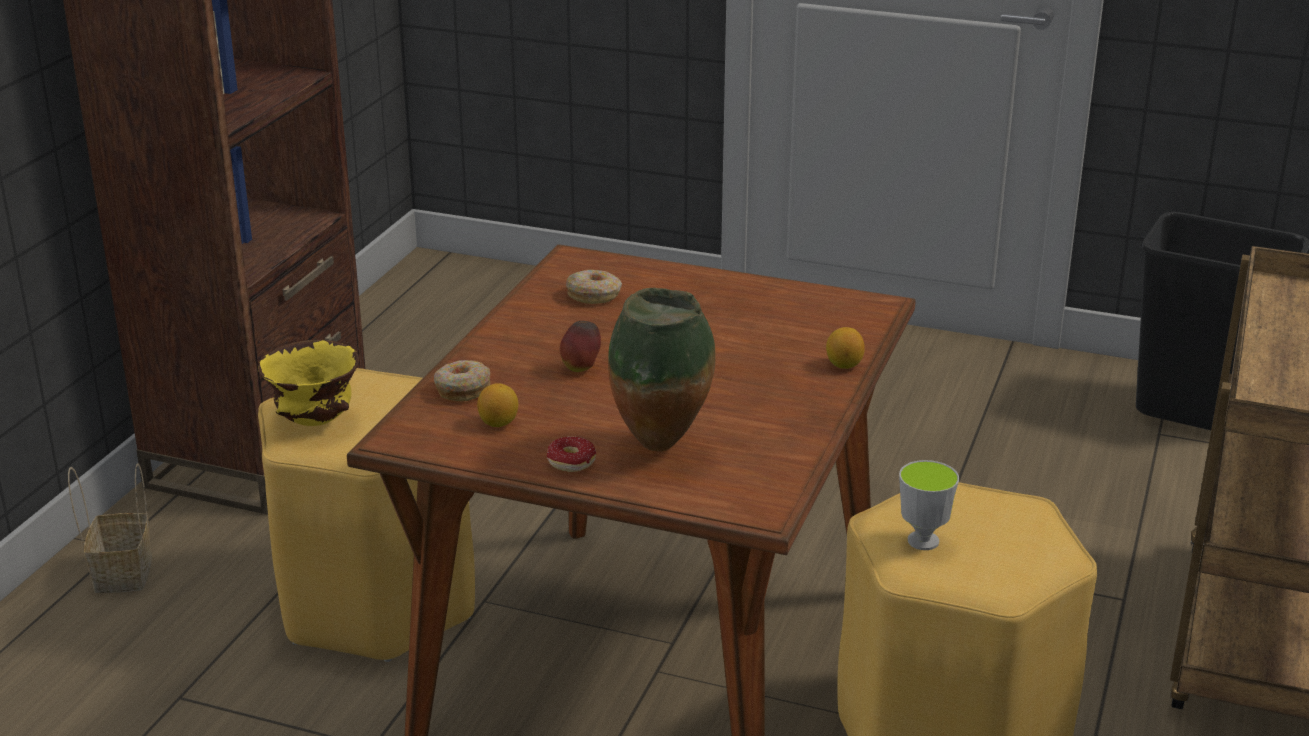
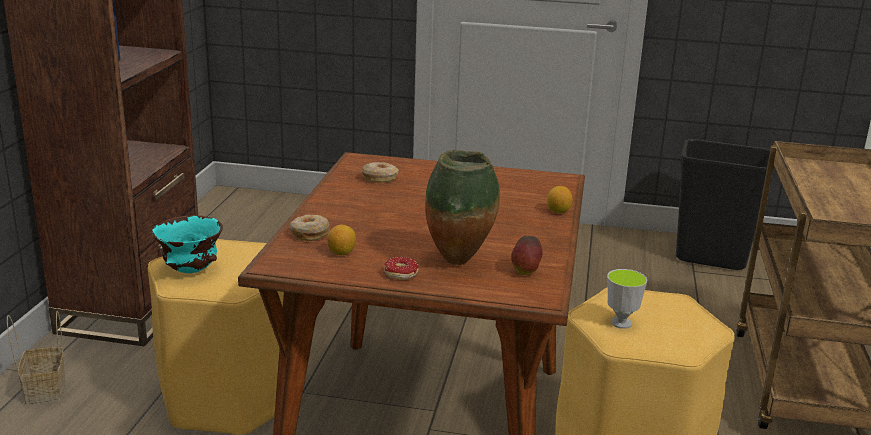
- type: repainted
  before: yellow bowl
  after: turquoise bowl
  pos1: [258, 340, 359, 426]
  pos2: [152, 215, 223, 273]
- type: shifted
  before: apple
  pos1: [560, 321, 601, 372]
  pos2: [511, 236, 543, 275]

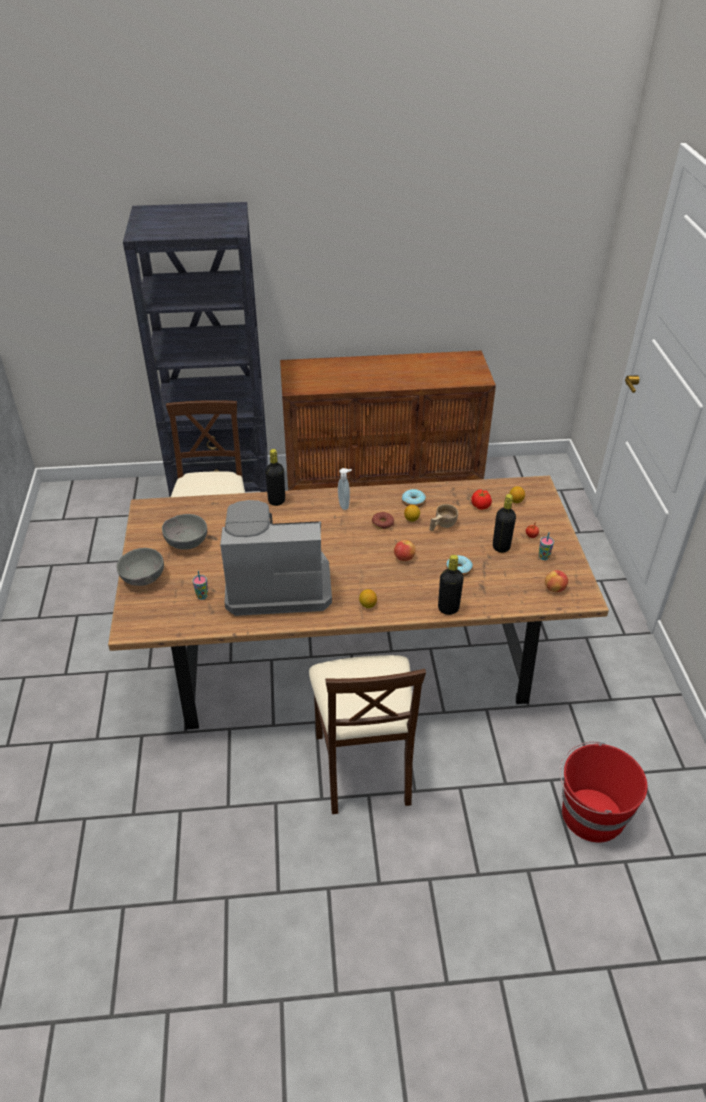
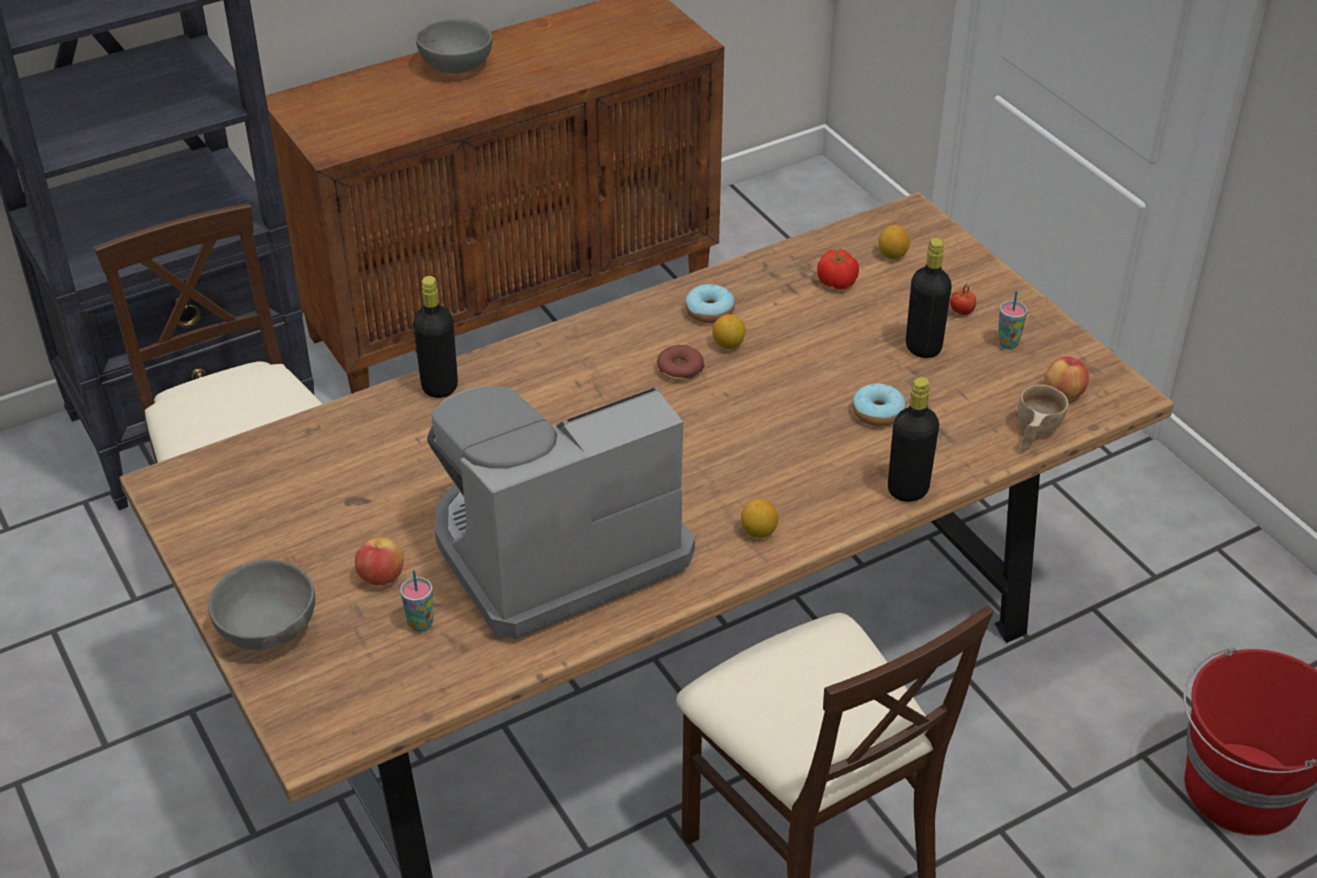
- type: shifted
  before: grey bowl
  pos1: [162, 514, 207, 550]
  pos2: [416, 18, 492, 73]
- type: gone
  before: soap dispenser
  pos1: [338, 468, 352, 510]
- type: shifted
  before: apple
  pos1: [394, 540, 416, 561]
  pos2: [355, 537, 404, 585]
- type: shifted
  before: beige cup
  pos1: [429, 504, 458, 531]
  pos2: [1018, 385, 1068, 451]

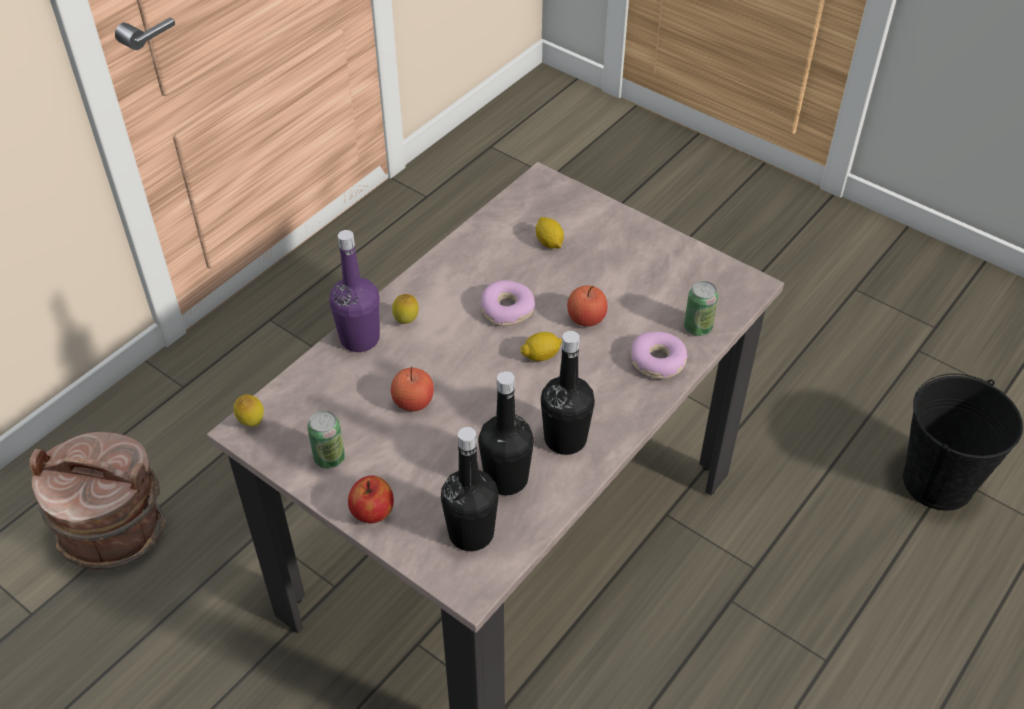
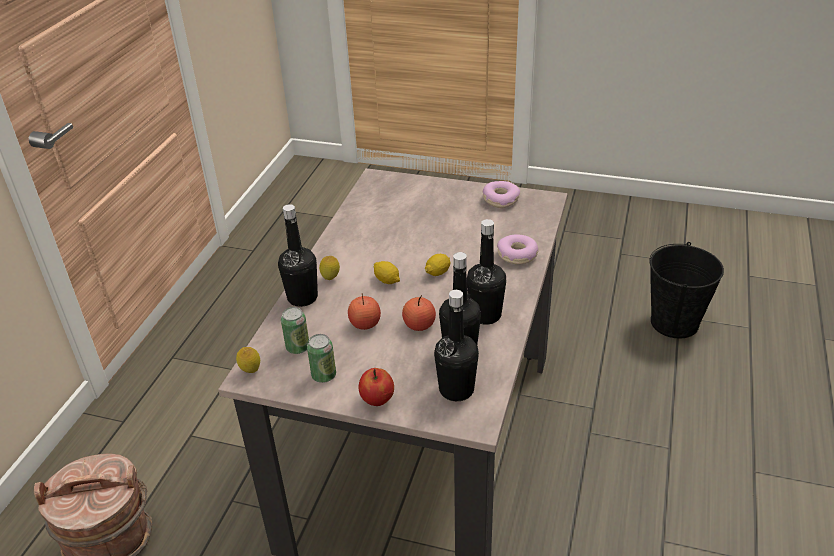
- type: repainted
  before: purple bottle
  after: black bottle
  pos1: [329, 230, 380, 352]
  pos2: [278, 204, 318, 307]
- type: shifted
  before: donut
  pos1: [480, 280, 535, 326]
  pos2: [483, 181, 520, 208]
- type: shifted
  before: lemon
  pos1: [536, 217, 564, 249]
  pos2: [374, 261, 400, 284]
- type: shifted
  before: apple
  pos1: [567, 285, 608, 327]
  pos2: [402, 295, 436, 331]
- type: shifted
  before: can
  pos1: [684, 281, 718, 336]
  pos2: [281, 307, 309, 354]

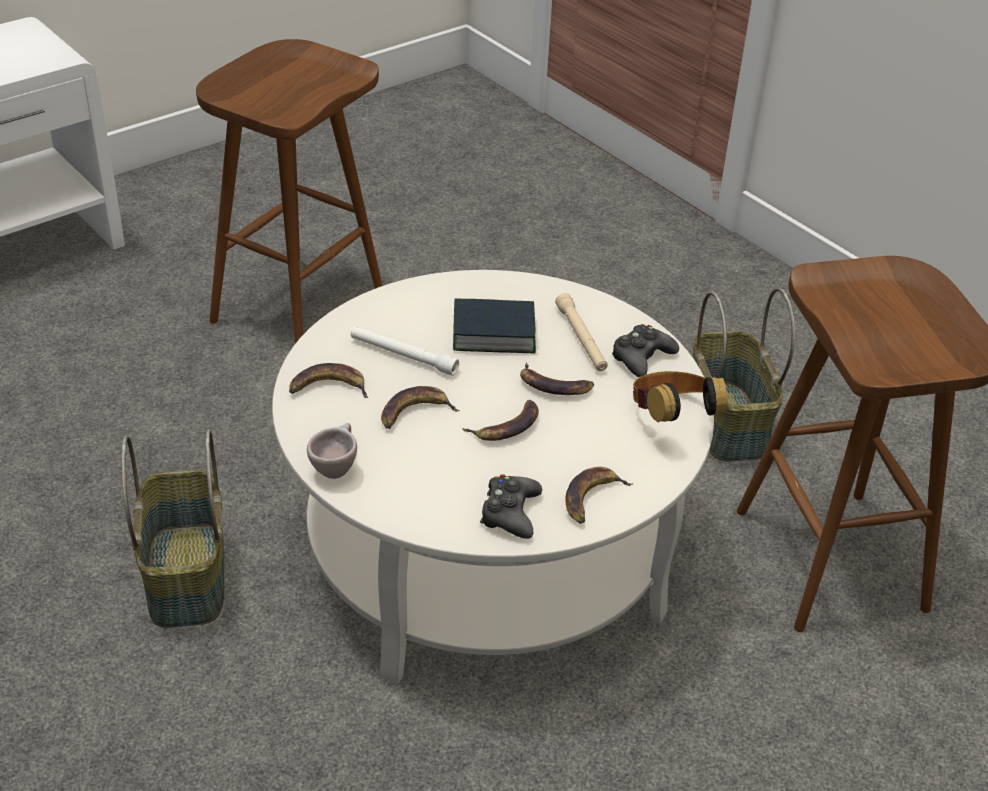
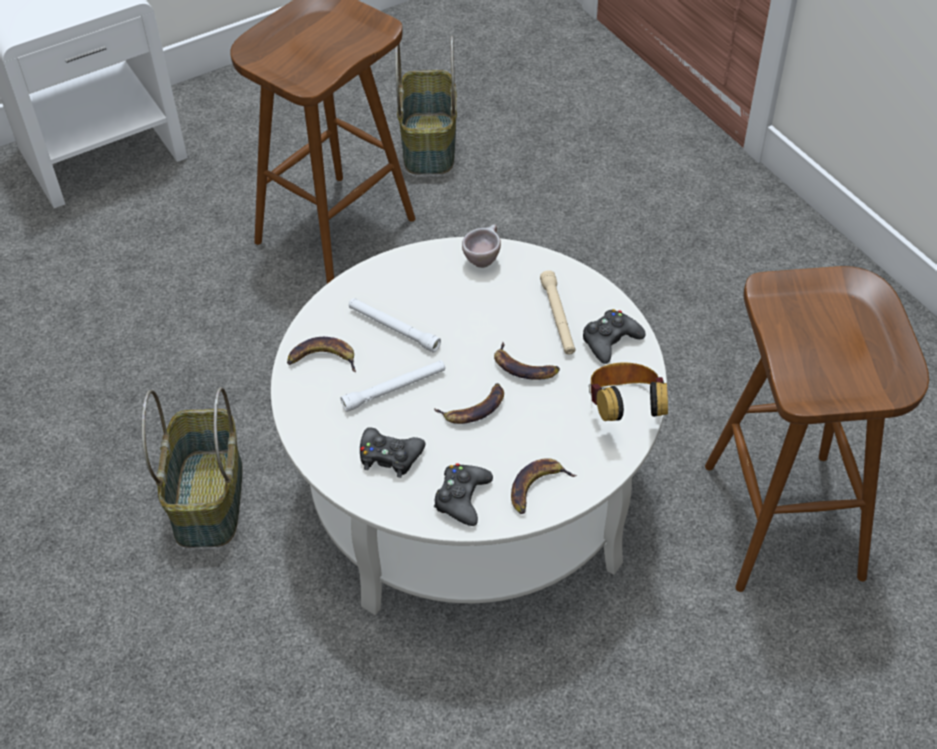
- type: shifted
  before: beige cup
  pos1: [307, 423, 357, 479]
  pos2: [462, 224, 501, 268]
- type: swapped
  before: banana
  after: white flashlight
  pos1: [381, 386, 460, 429]
  pos2: [341, 360, 445, 412]
- type: gone
  before: book
  pos1: [453, 298, 536, 353]
- type: shifted
  before: basket
  pos1: [693, 288, 795, 462]
  pos2: [395, 36, 457, 174]
- type: new
  after: black game controller
  pos2: [360, 428, 425, 478]

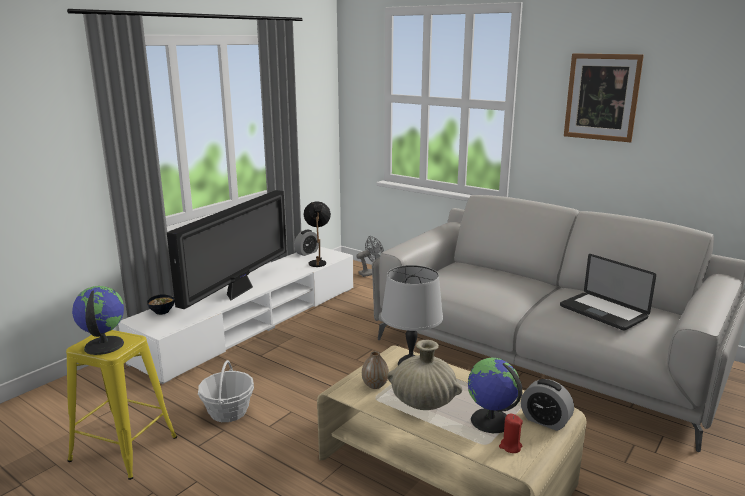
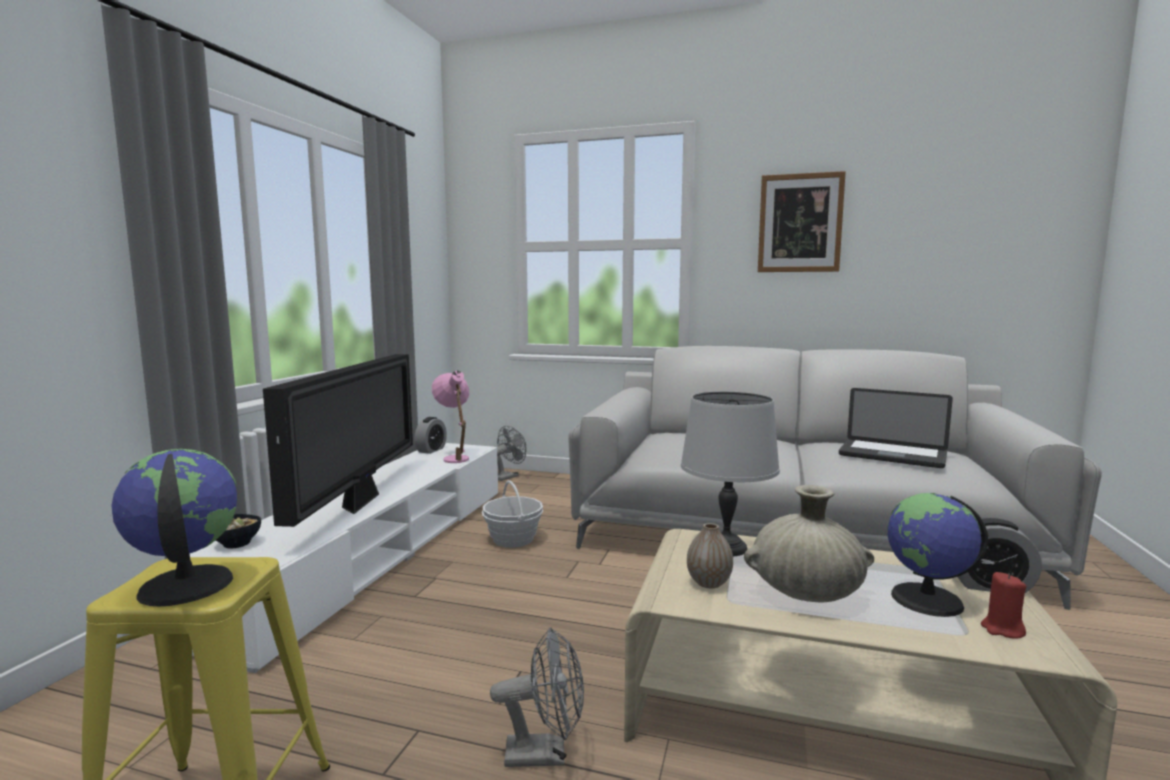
- type: shifted
  before: basket
  pos1: [198, 360, 254, 422]
  pos2: [482, 480, 543, 548]
- type: repainted
  before: black table lamp
  after: pink table lamp
  pos1: [303, 201, 331, 267]
  pos2: [432, 371, 469, 463]
- type: new
  after: grey fan
  pos2: [490, 627, 584, 767]

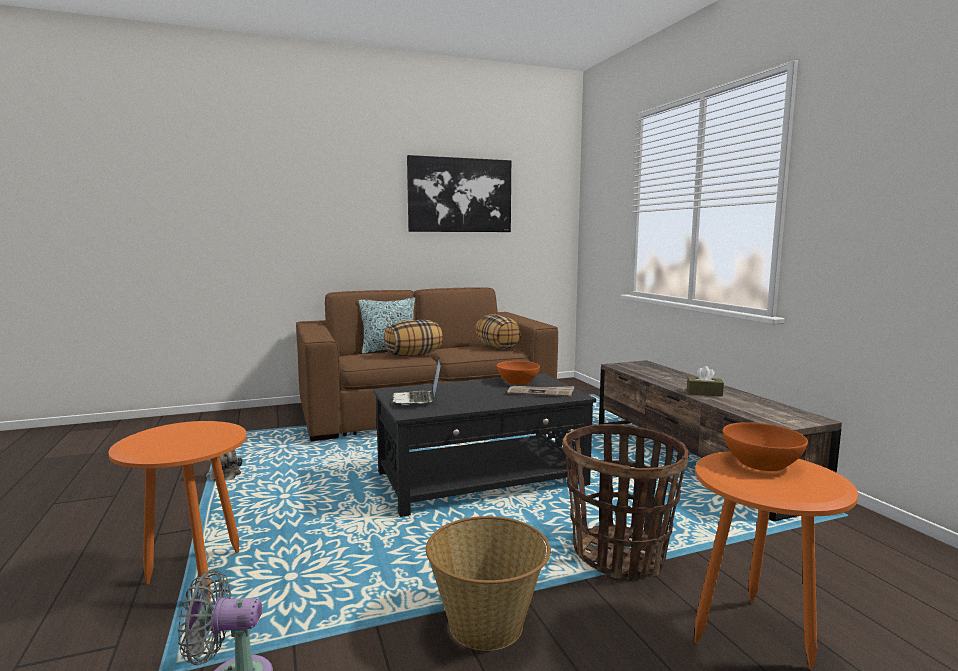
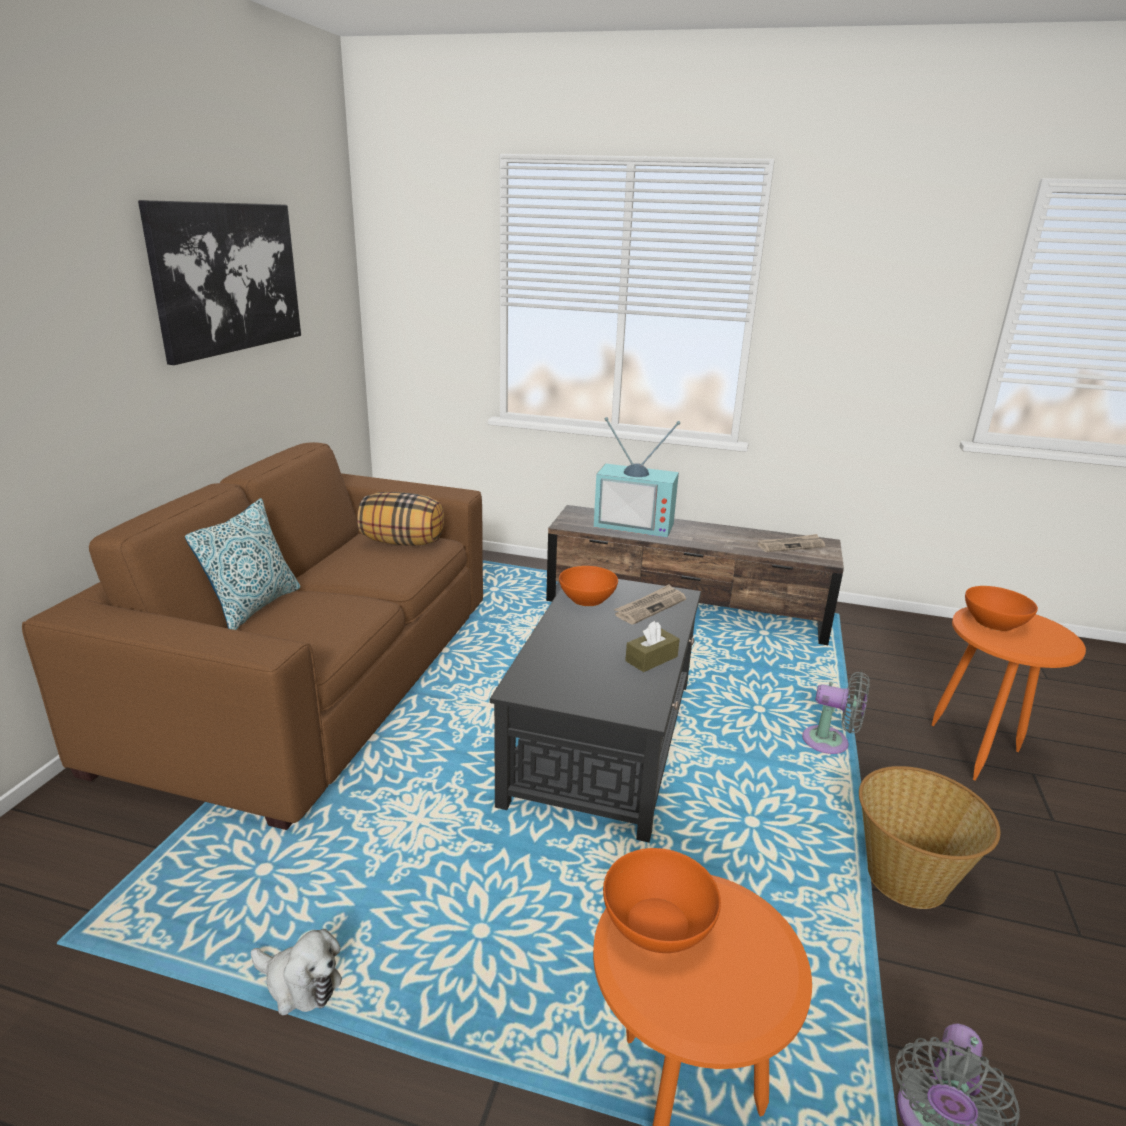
- type: gone
  before: pillow
  pos1: [384, 320, 443, 356]
- type: gone
  before: laptop
  pos1: [391, 357, 441, 405]
- type: swapped
  before: basket
  after: grey fan
  pos1: [563, 424, 689, 580]
  pos2: [802, 672, 870, 754]
- type: shifted
  before: brown tissue box
  pos1: [687, 366, 724, 397]
  pos2: [625, 621, 680, 672]
- type: new
  after: television
  pos2: [594, 417, 680, 537]
- type: new
  after: orange bowl
  pos2: [603, 848, 721, 953]
- type: new
  after: newspaper
  pos2: [757, 534, 825, 552]

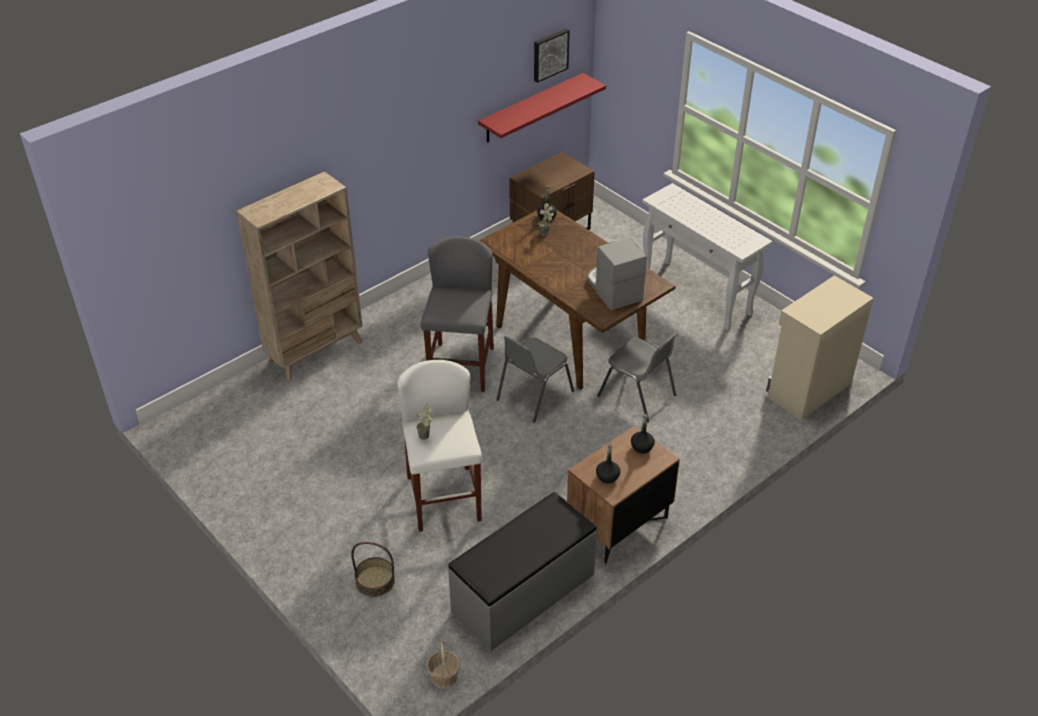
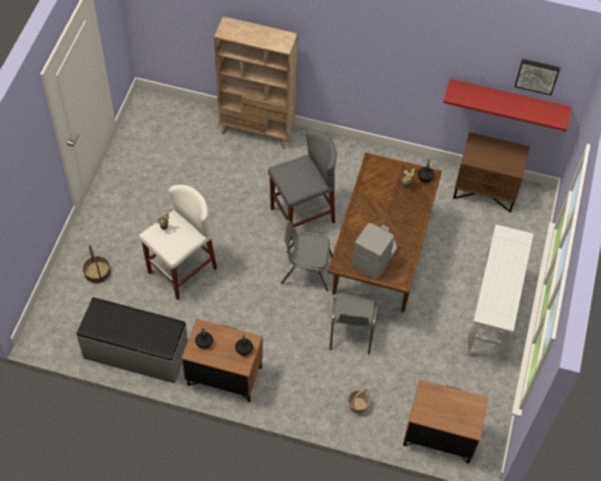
- type: shifted
  before: basket
  pos1: [427, 641, 460, 688]
  pos2: [348, 389, 370, 414]
- type: swapped
  before: beige cabinet
  after: brown nightstand
  pos1: [766, 275, 874, 421]
  pos2: [403, 379, 489, 464]

